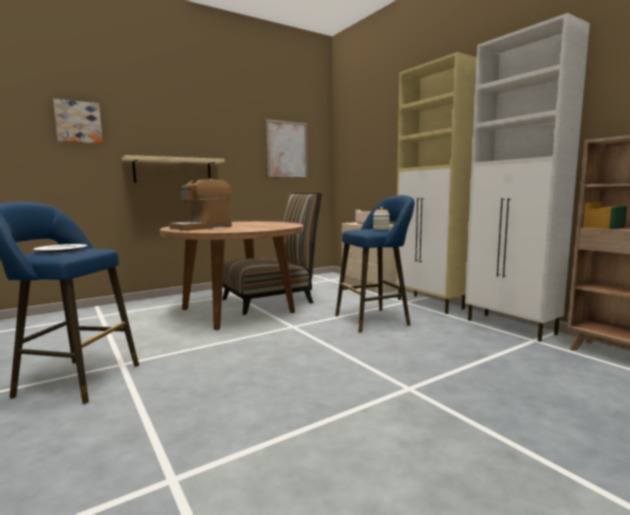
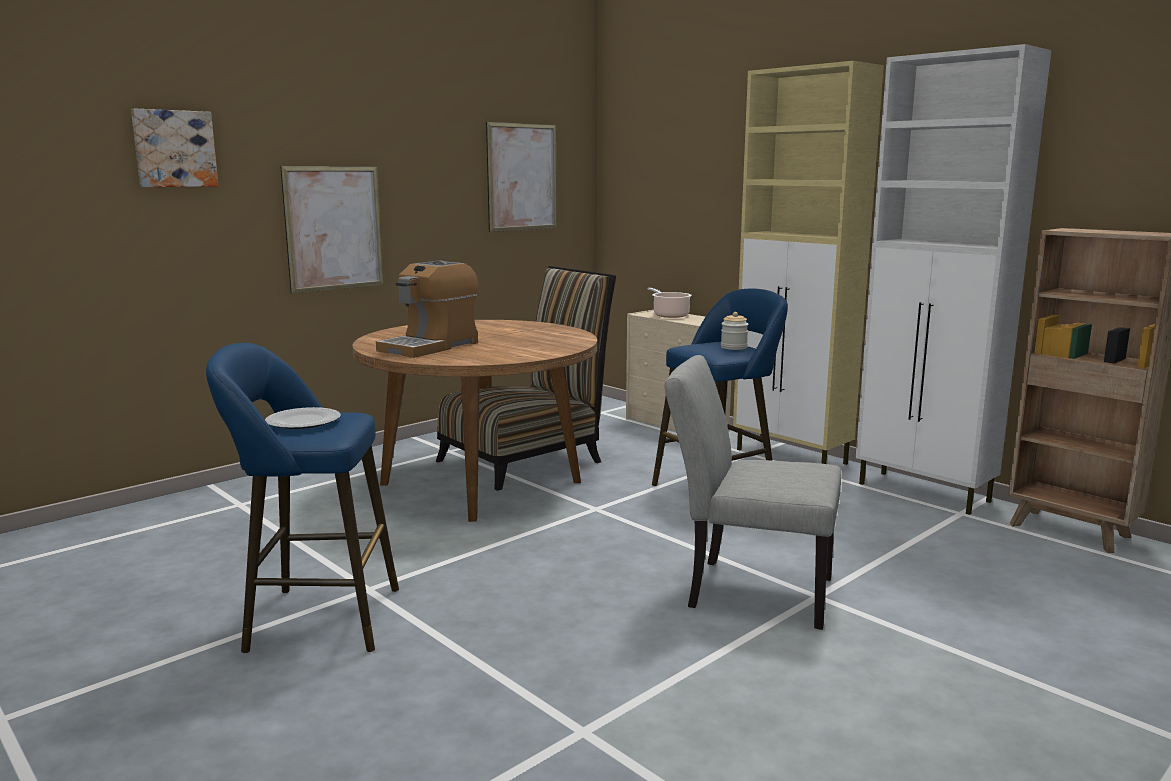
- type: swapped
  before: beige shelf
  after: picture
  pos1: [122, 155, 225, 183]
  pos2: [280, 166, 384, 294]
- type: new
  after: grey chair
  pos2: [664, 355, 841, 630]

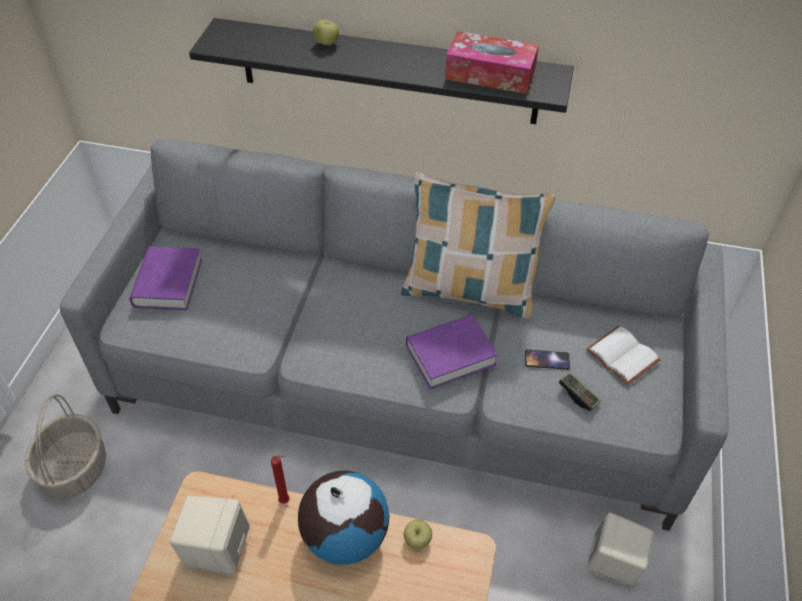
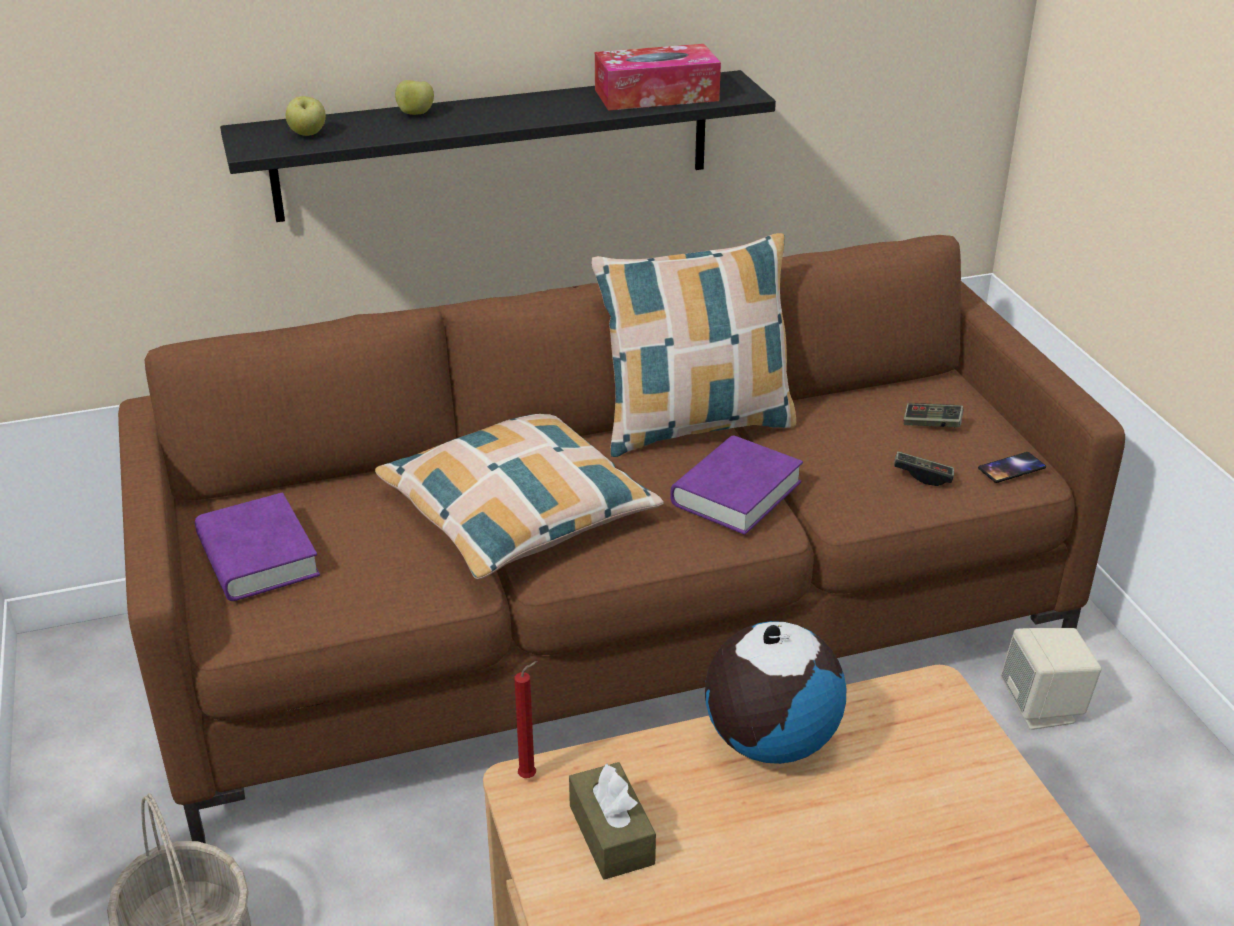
- type: repainted
  before: grey sofa
  after: brown sofa
  pos1: [60, 139, 729, 531]
  pos2: [118, 235, 1125, 844]
- type: swapped
  before: beige speaker
  after: brown tissue box
  pos1: [169, 495, 250, 575]
  pos2: [569, 762, 656, 880]
- type: shifted
  before: red candle
  pos1: [271, 455, 290, 504]
  pos2: [515, 661, 538, 778]
- type: shifted
  before: apple
  pos1: [404, 519, 432, 549]
  pos2: [286, 96, 326, 136]
- type: shifted
  before: phone
  pos1: [525, 349, 570, 370]
  pos2: [978, 452, 1046, 483]
- type: swapped
  before: white book
  after: game controller
  pos1: [586, 326, 661, 385]
  pos2: [903, 403, 964, 427]
- type: new
  after: pillow
  pos2: [375, 414, 664, 579]

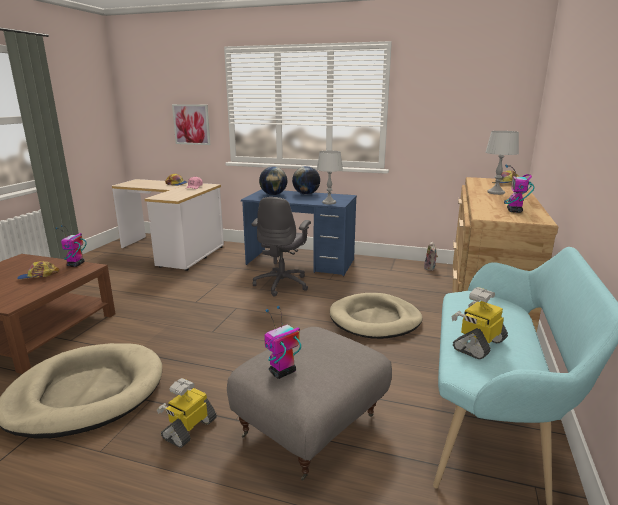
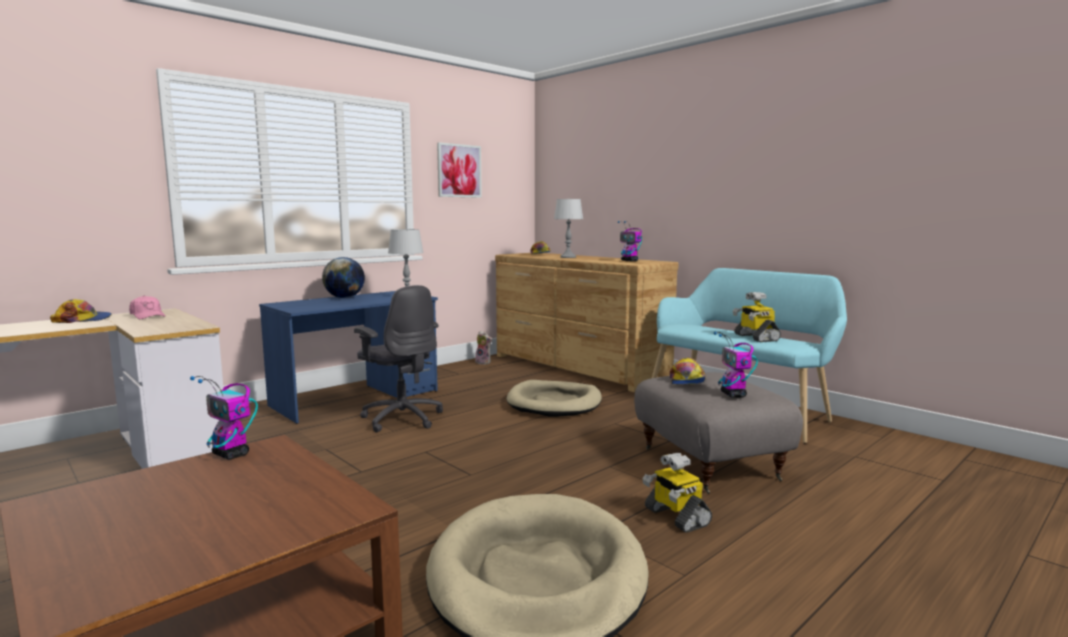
- type: shifted
  before: cap
  pos1: [17, 261, 59, 279]
  pos2: [670, 358, 706, 385]
- type: shifted
  before: picture
  pos1: [172, 104, 210, 145]
  pos2: [437, 142, 482, 198]
- type: gone
  before: globe
  pos1: [259, 167, 287, 195]

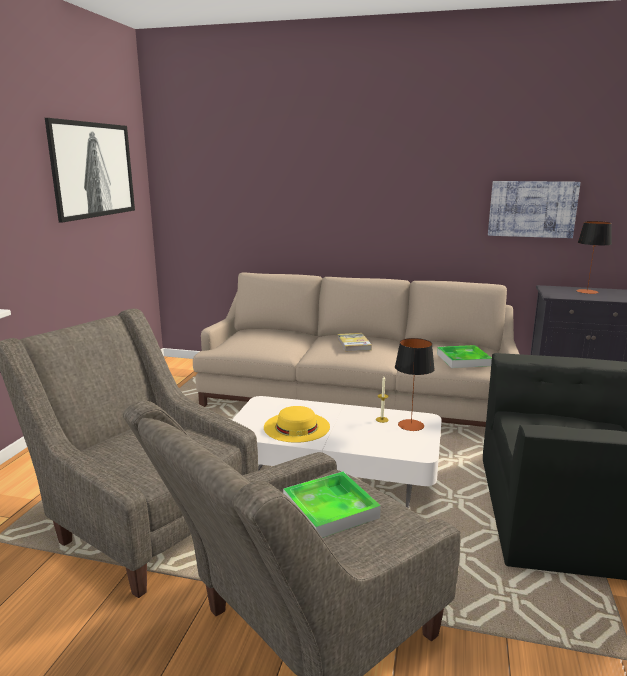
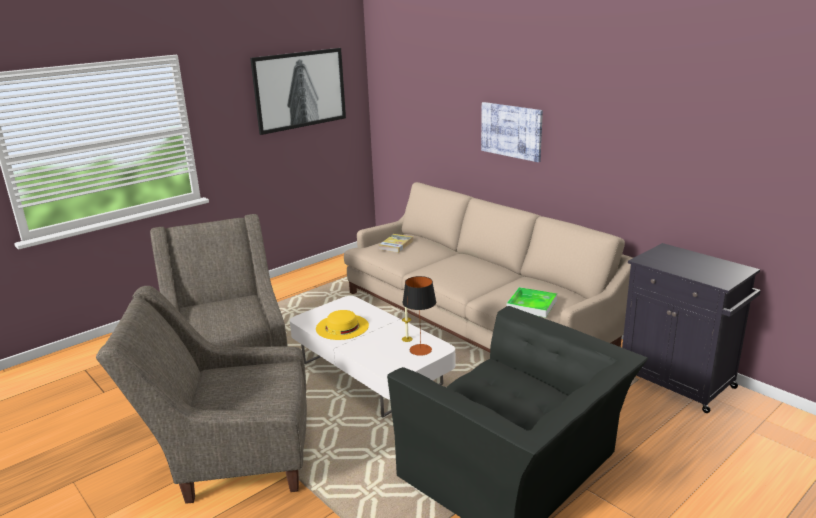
- type: gone
  before: tray
  pos1: [283, 471, 381, 538]
- type: shifted
  before: book
  pos1: [337, 333, 372, 352]
  pos2: [378, 234, 413, 253]
- type: shifted
  before: picture
  pos1: [488, 181, 581, 238]
  pos2: [481, 102, 543, 162]
- type: gone
  before: table lamp
  pos1: [576, 221, 612, 294]

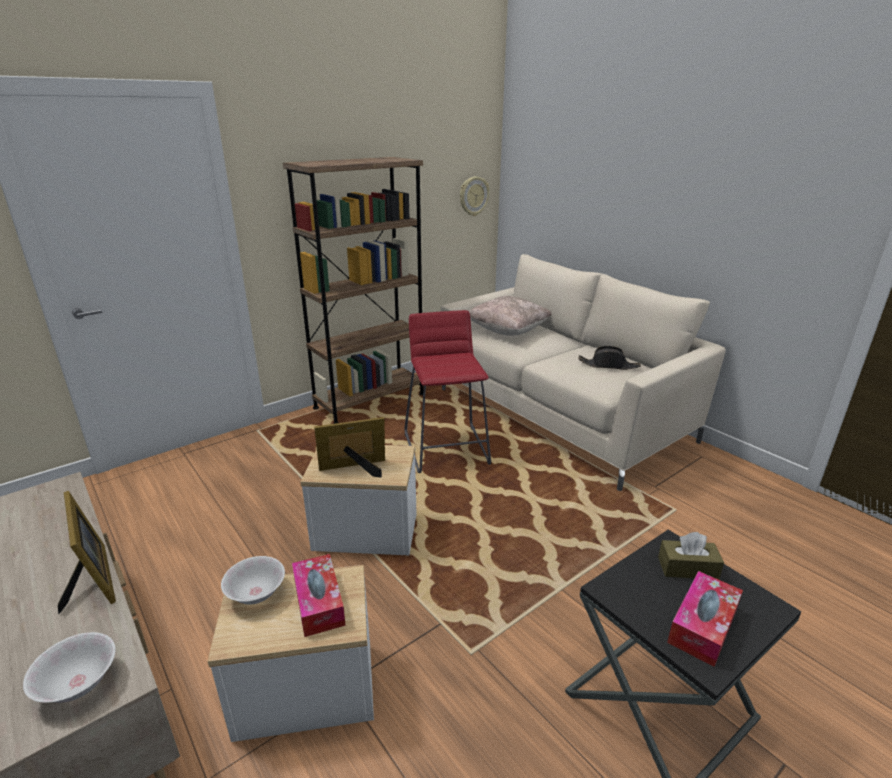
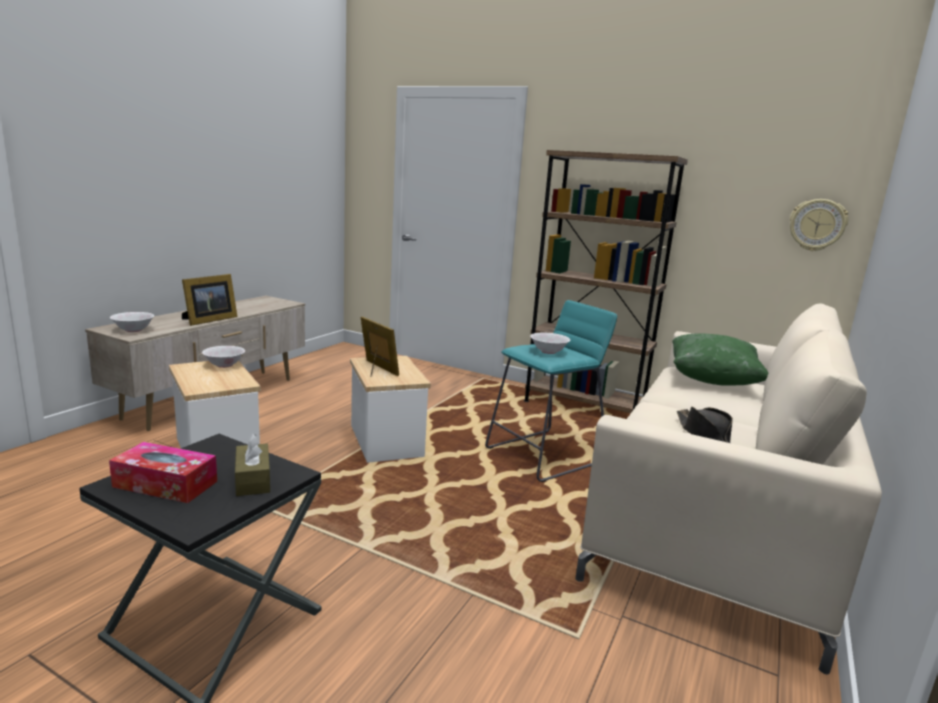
- type: gone
  before: tissue box
  pos1: [292, 554, 346, 637]
- type: repainted
  before: red stool
  after: turquoise stool
  pos1: [405, 310, 491, 473]
  pos2: [485, 300, 617, 482]
- type: repainted
  before: beige pillow
  after: green pillow
  pos1: [469, 296, 552, 336]
  pos2: [672, 333, 768, 386]
- type: new
  after: white bowl
  pos2: [530, 333, 570, 354]

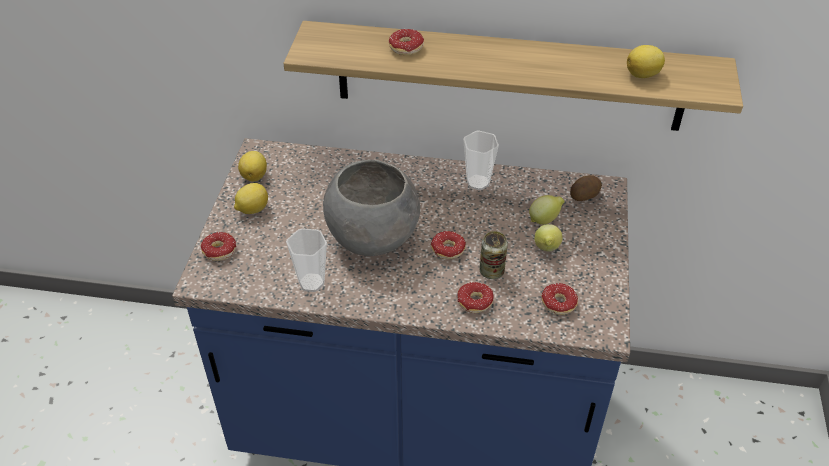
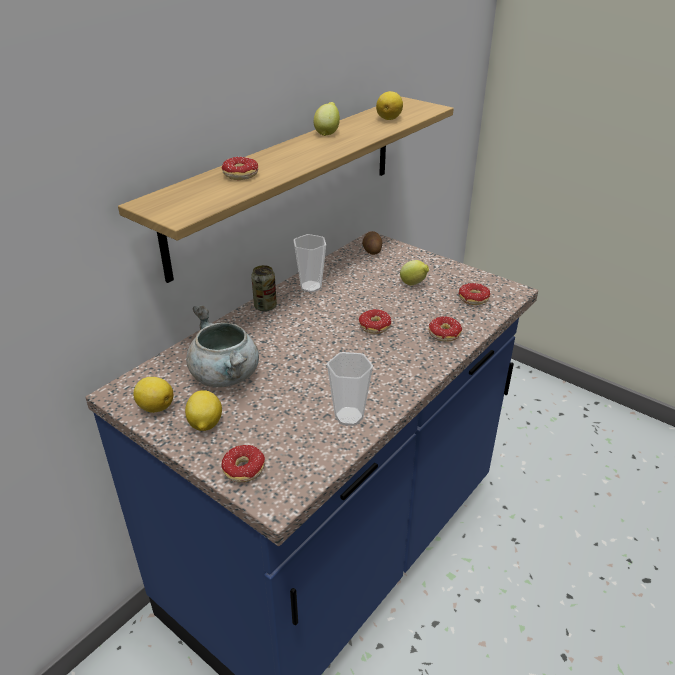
- type: gone
  before: grey bowl
  pos1: [323, 160, 420, 256]
- type: shifted
  before: can
  pos1: [479, 231, 508, 279]
  pos2: [251, 265, 277, 311]
- type: shifted
  before: lemon
  pos1: [529, 195, 564, 225]
  pos2: [314, 102, 340, 136]
- type: new
  after: grey cooking pot
  pos2: [186, 305, 259, 387]

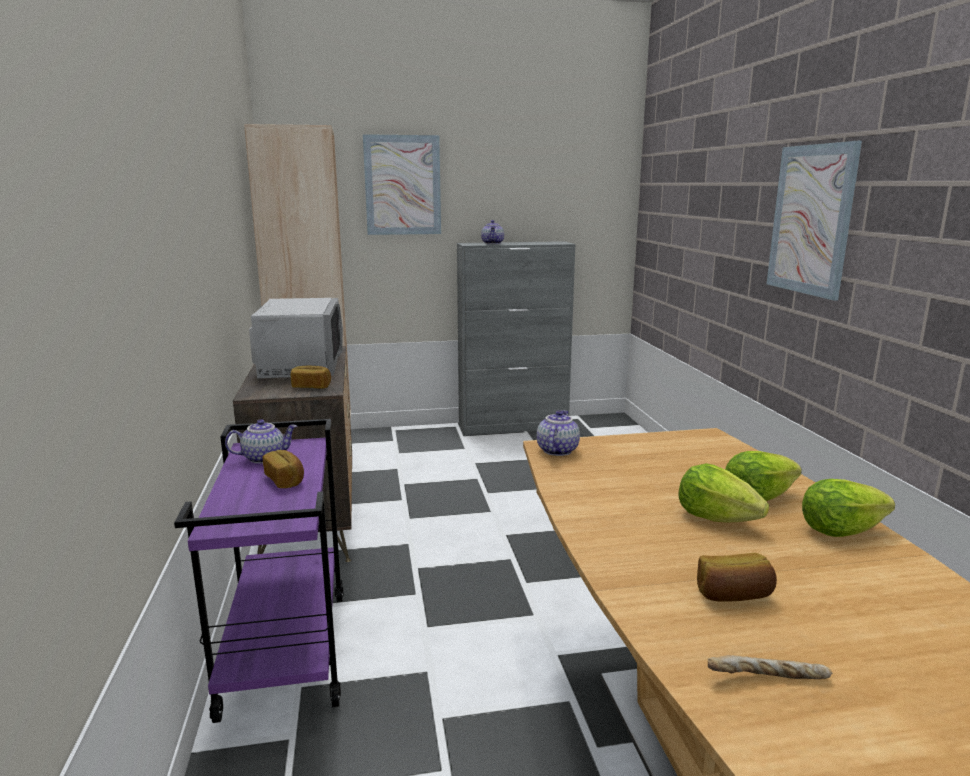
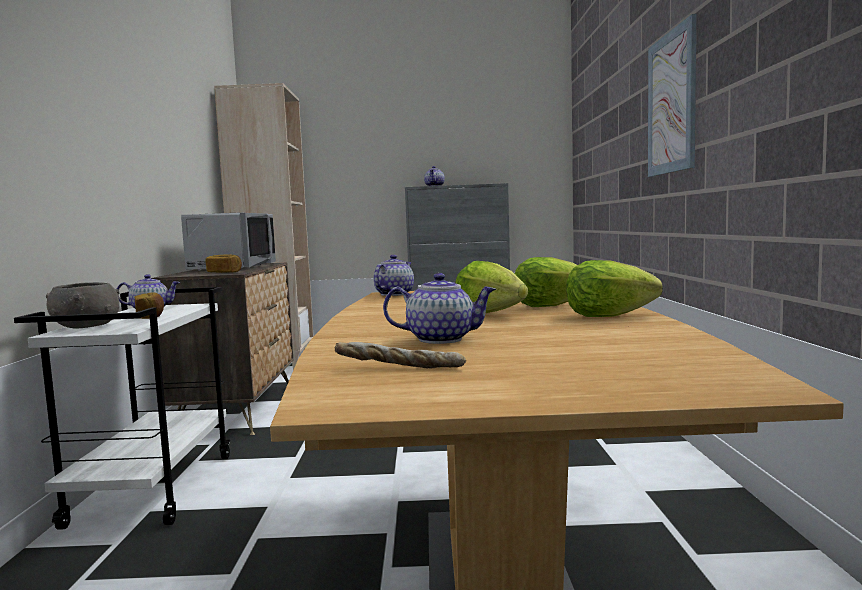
- type: repainted
  before: purple cart
  after: white cart
  pos1: [174, 419, 344, 723]
  pos2: [14, 287, 230, 530]
- type: gone
  before: picture
  pos1: [363, 134, 441, 235]
- type: swapped
  before: bread
  after: teapot
  pos1: [697, 553, 777, 601]
  pos2: [383, 273, 496, 344]
- type: new
  after: grey bowl
  pos2: [46, 282, 119, 328]

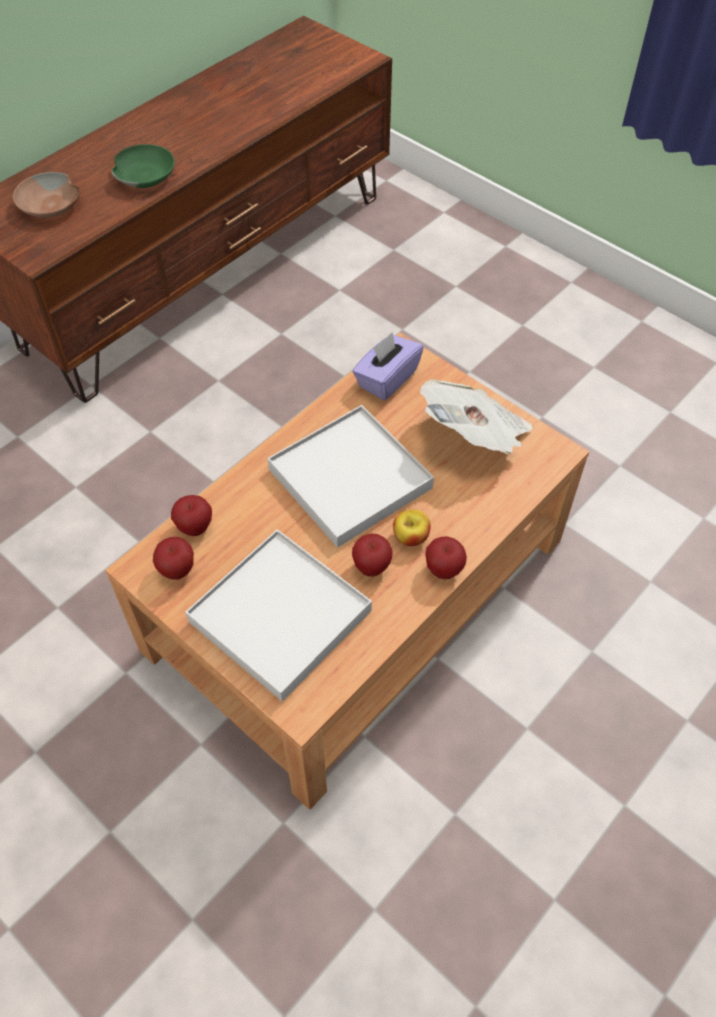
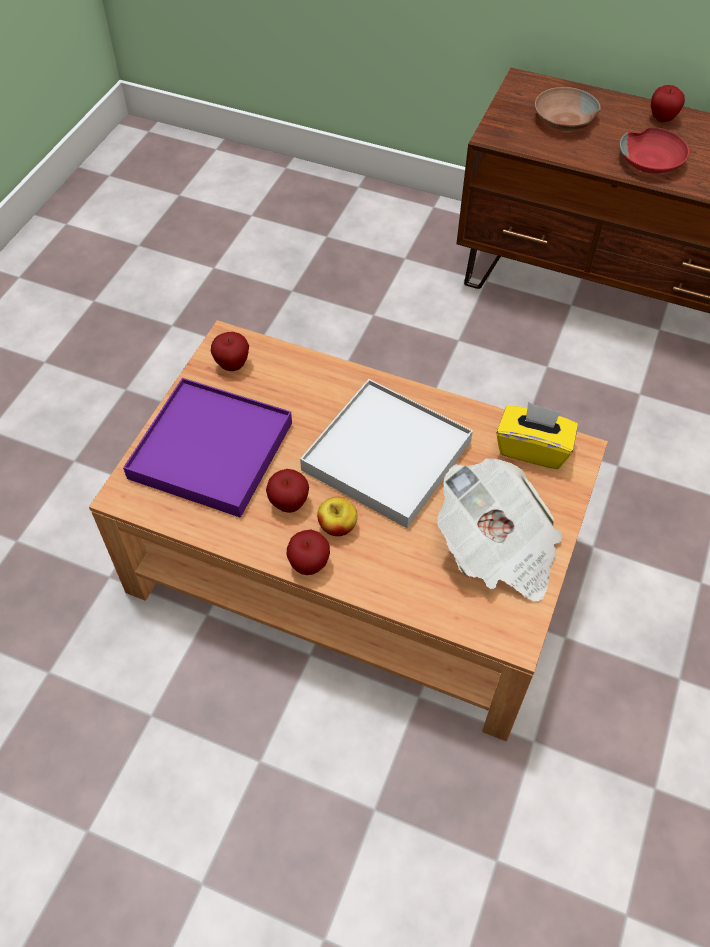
- type: repainted
  before: green bowl
  after: red bowl
  pos1: [111, 144, 175, 188]
  pos2: [619, 127, 689, 174]
- type: shifted
  before: apple
  pos1: [171, 495, 212, 536]
  pos2: [651, 85, 685, 122]
- type: repainted
  before: white tray
  after: purple tray
  pos1: [185, 529, 372, 701]
  pos2: [123, 378, 292, 518]
- type: repainted
  before: purple tissue box
  after: yellow tissue box
  pos1: [352, 332, 423, 401]
  pos2: [496, 402, 578, 469]

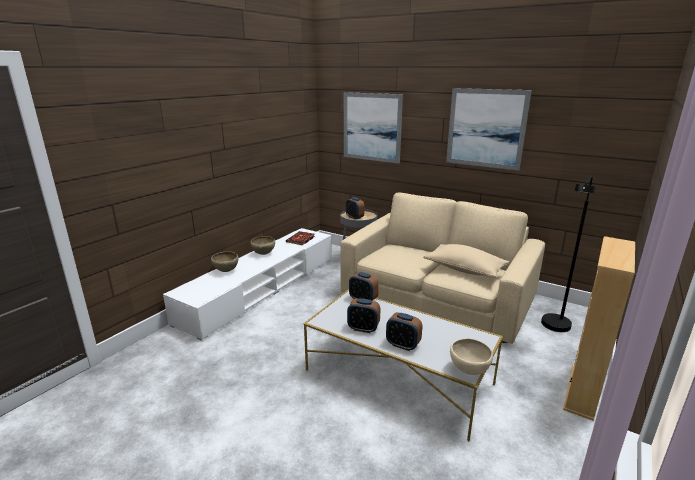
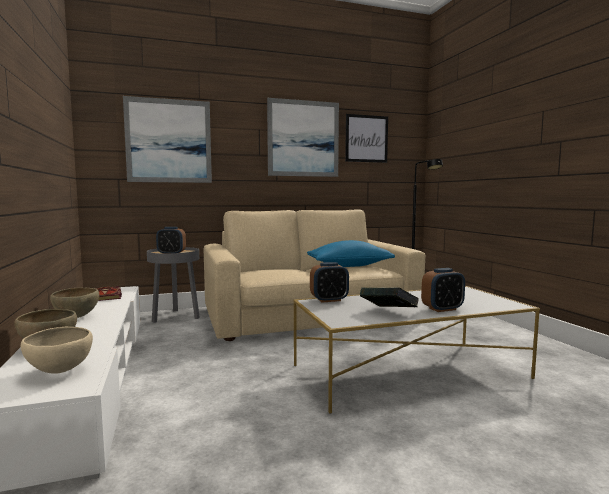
- type: swapped
  before: alarm clock
  after: book
  pos1: [347, 298, 380, 333]
  pos2: [360, 287, 419, 307]
- type: repainted
  before: beige pillow
  after: blue pillow
  pos1: [423, 244, 509, 278]
  pos2: [307, 240, 395, 267]
- type: shifted
  before: beige bowl
  pos1: [450, 338, 493, 375]
  pos2: [21, 327, 93, 374]
- type: gone
  before: beige bookcase
  pos1: [563, 236, 635, 421]
- type: new
  after: picture
  pos2: [345, 114, 388, 163]

